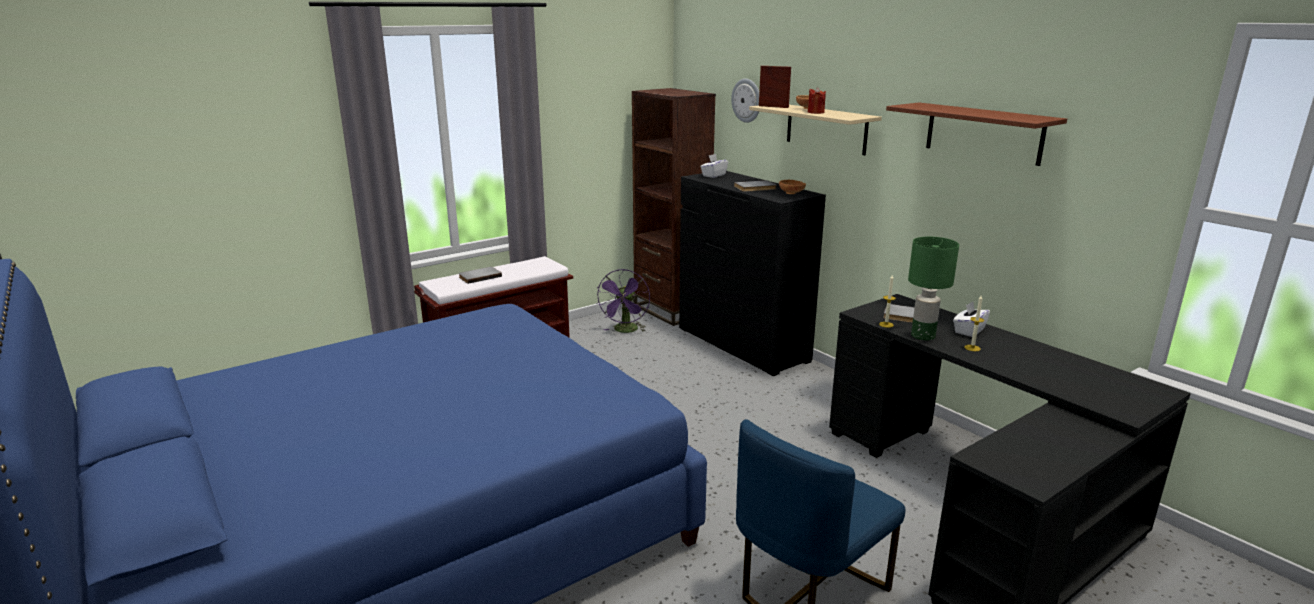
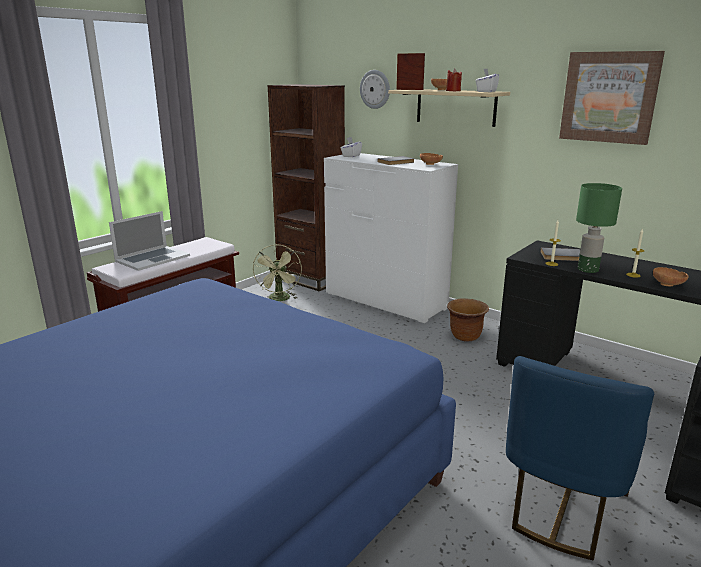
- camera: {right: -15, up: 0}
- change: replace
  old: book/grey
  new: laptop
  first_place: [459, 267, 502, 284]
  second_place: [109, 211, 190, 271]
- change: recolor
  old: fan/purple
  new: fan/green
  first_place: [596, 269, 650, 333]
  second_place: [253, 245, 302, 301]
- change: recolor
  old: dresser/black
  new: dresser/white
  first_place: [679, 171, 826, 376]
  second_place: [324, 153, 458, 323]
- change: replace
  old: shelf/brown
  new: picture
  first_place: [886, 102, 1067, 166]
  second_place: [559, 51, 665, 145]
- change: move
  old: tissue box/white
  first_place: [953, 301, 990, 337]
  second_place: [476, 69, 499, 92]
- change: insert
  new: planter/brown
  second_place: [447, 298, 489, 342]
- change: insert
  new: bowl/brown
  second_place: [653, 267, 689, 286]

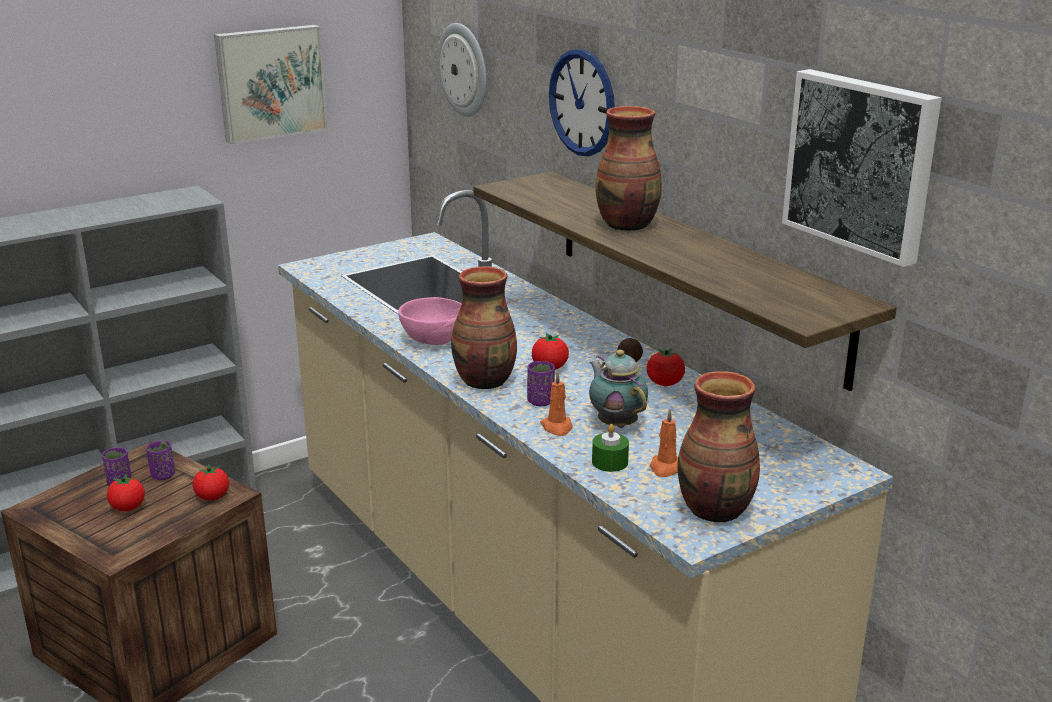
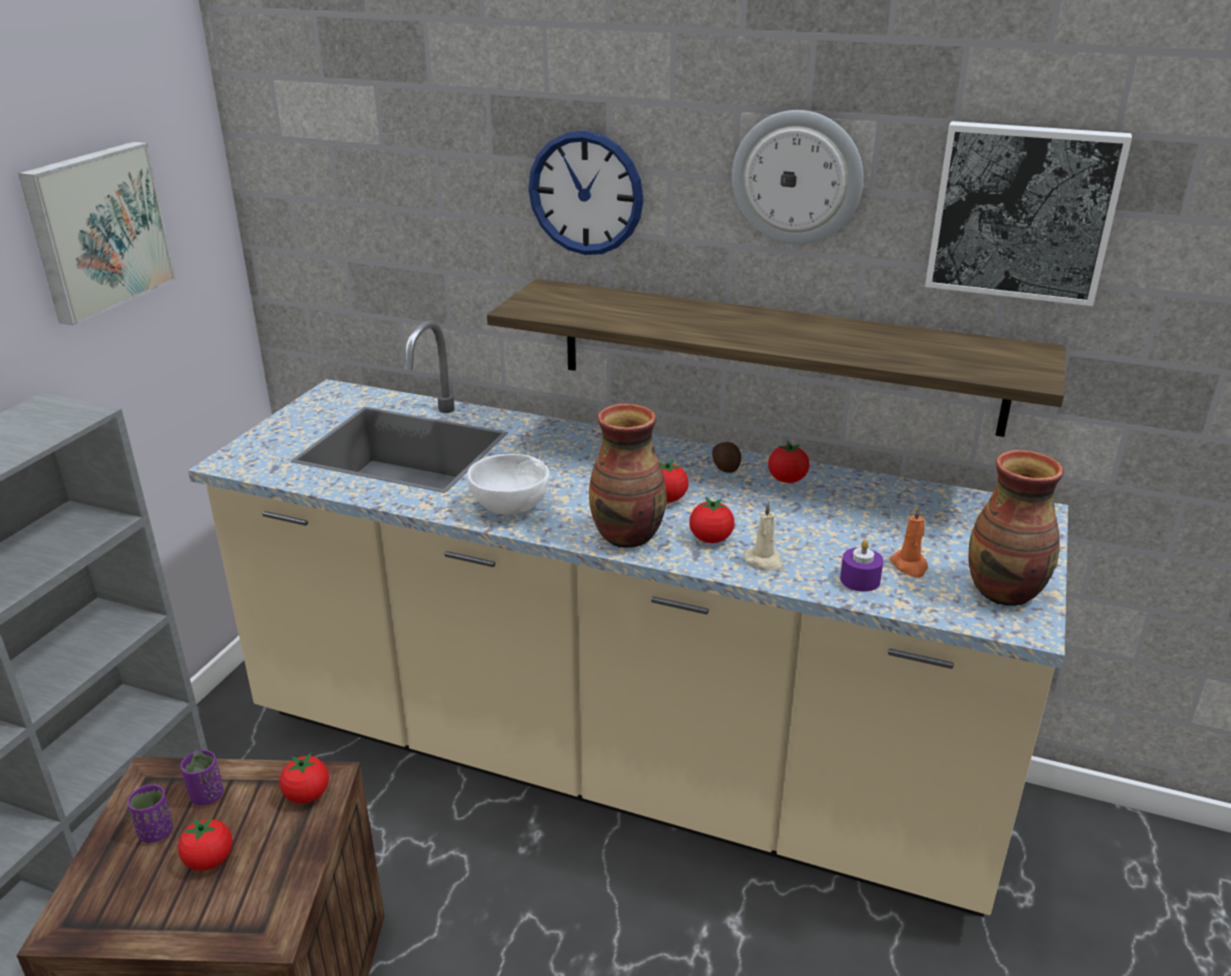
- camera: {right: -35, up: 5}
- change: recolor
  old: bowl/pink
  new: bowl/white
  first_place: [398, 297, 462, 345]
  second_place: [467, 454, 550, 515]
- change: move
  old: wall clock
  first_place: [437, 23, 487, 117]
  second_place: [732, 110, 864, 244]
- change: replace
  old: cup/purple
  new: tomato
  first_place: [527, 361, 555, 406]
  second_place: [689, 497, 734, 543]
- change: recolor
  old: candle/orange
  new: candle/beige
  first_place: [540, 372, 573, 436]
  second_place: [744, 501, 784, 570]
- change: delete
  old: teapot
  first_place: [589, 350, 648, 428]
- change: recolor
  old: candle/green
  new: candle/purple
  first_place: [592, 424, 629, 472]
  second_place: [840, 540, 884, 592]
- change: delete
  old: vase
  first_place: [595, 106, 662, 231]

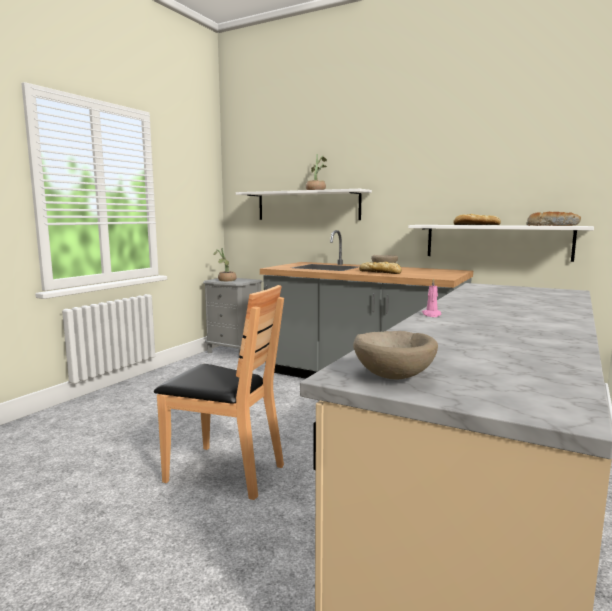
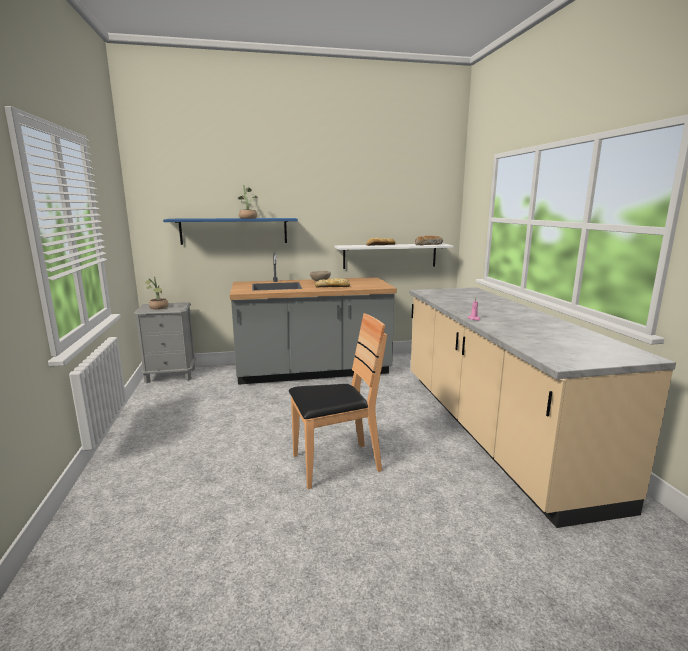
- camera: {right: -40, up: 5}
- change: recolor
  old: shelf/white
  new: shelf/blue
  first_place: [236, 189, 372, 220]
  second_place: [163, 218, 298, 245]
- change: delete
  old: bowl/beige
  first_place: [353, 331, 438, 380]

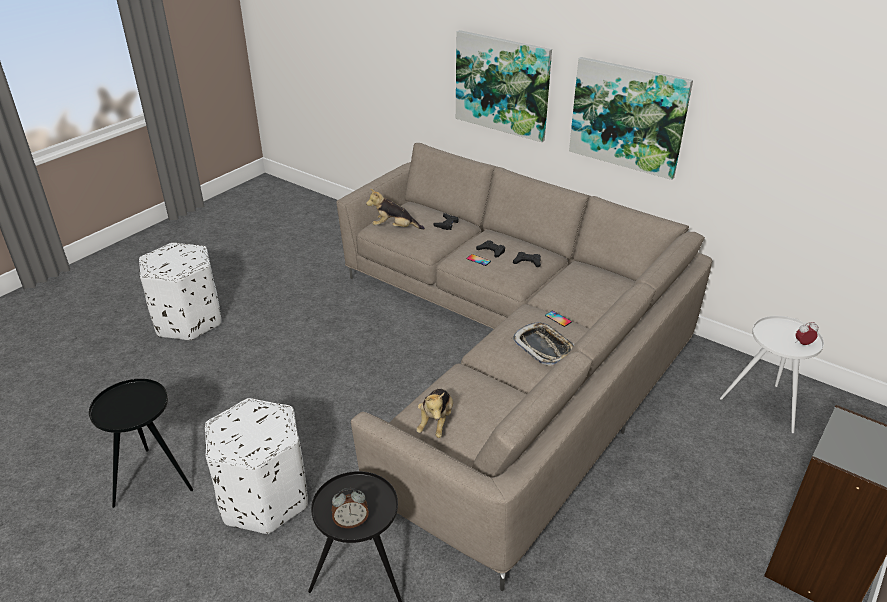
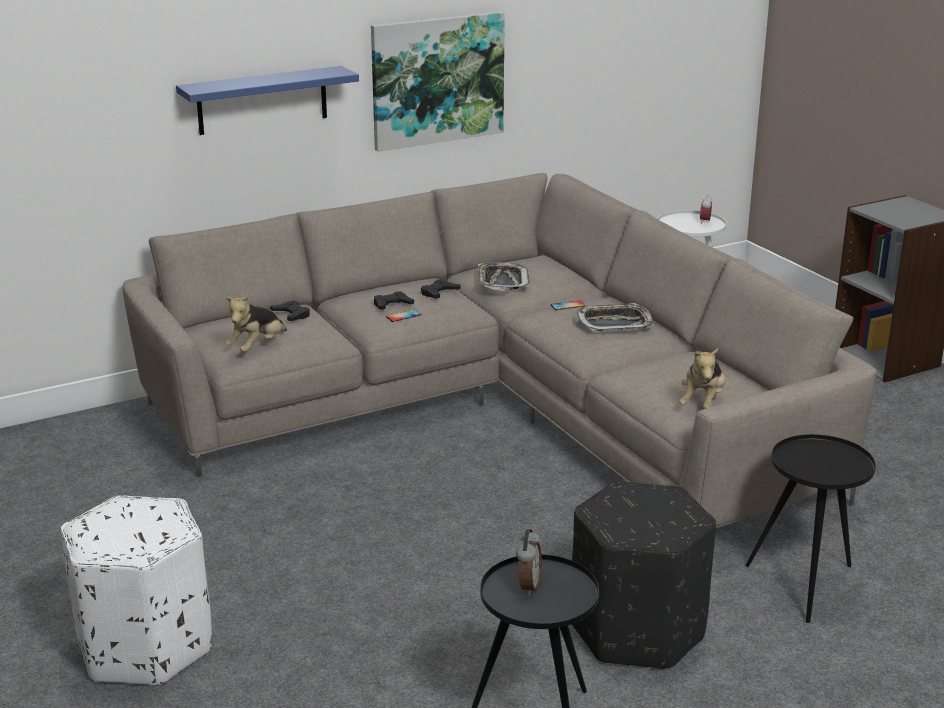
- camera: {right: -65, up: -10}
- change: recolor
  old: ottoman/white
  new: ottoman/black
  first_place: [205, 398, 308, 534]
  second_place: [572, 481, 716, 670]
- change: move
  old: alarm clock
  first_place: [332, 488, 369, 528]
  second_place: [516, 529, 542, 595]
- change: rotate
  old: plush toy
  first_place: [416, 389, 453, 438]
  second_place: [679, 348, 726, 409]
  degrees: 75
- change: replace
  old: picture
  new: shelf/blue
  first_place: [456, 30, 552, 142]
  second_place: [176, 66, 359, 135]
- change: insert
  new: tray
  second_place: [478, 262, 530, 291]

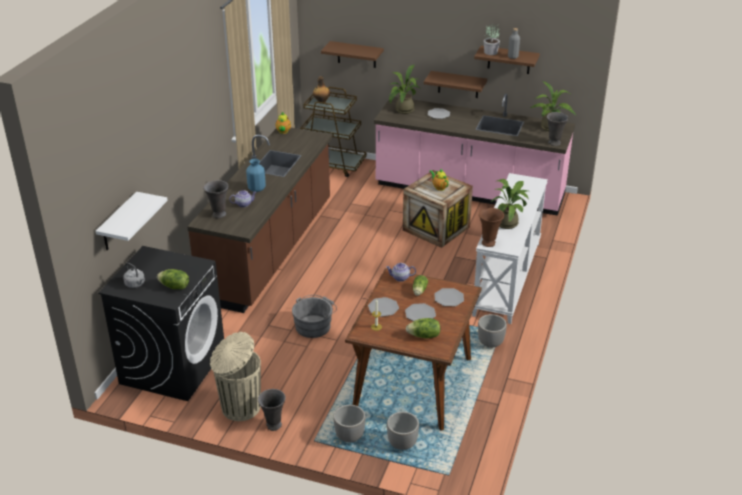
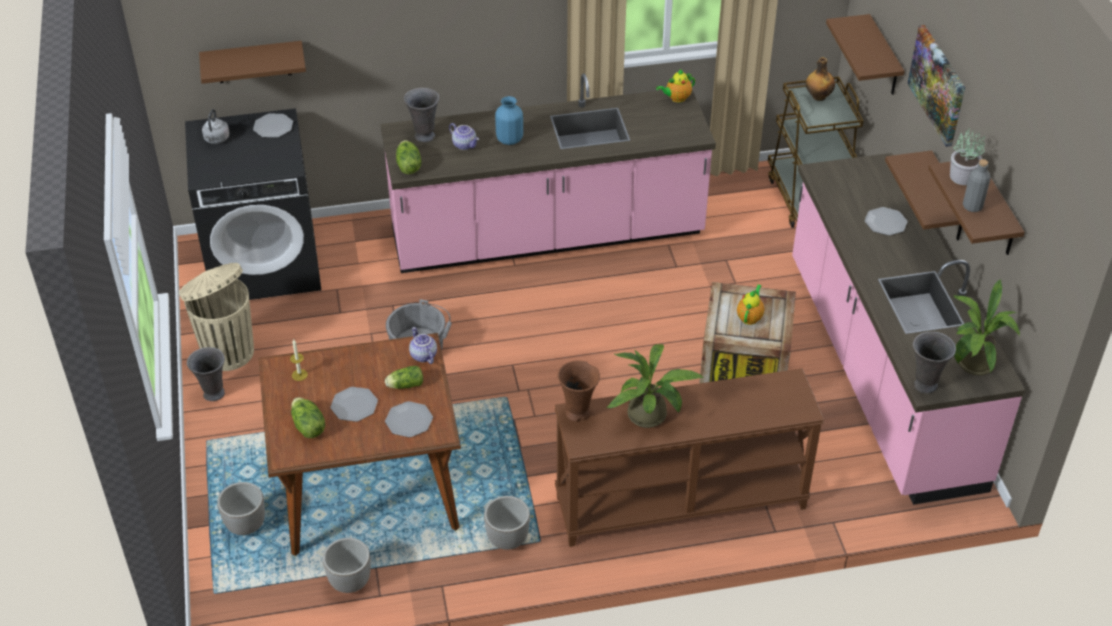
- camera: {right: 60, up: 10}
- change: recolor
  old: shelf/white
  new: shelf/brown
  first_place: [96, 192, 168, 250]
  second_place: [199, 41, 306, 84]
- change: move
  old: lettuce
  first_place: [157, 269, 189, 289]
  second_place: [396, 140, 421, 174]
- change: recolor
  old: counter/brown
  new: counter/pink
  first_place: [187, 128, 332, 313]
  second_place: [380, 73, 716, 273]
- change: move
  old: planter
  first_place: [333, 405, 366, 442]
  second_place: [323, 538, 371, 593]
- change: move
  old: plate
  first_place: [368, 297, 399, 317]
  second_place: [253, 114, 293, 138]
- change: delete
  old: potted plant
  first_place: [389, 64, 420, 114]
- change: recolor
  old: console table/white
  new: console table/brown
  first_place: [472, 173, 548, 324]
  second_place: [555, 368, 824, 547]
- change: insert
  new: picture
  second_place: [908, 25, 965, 147]

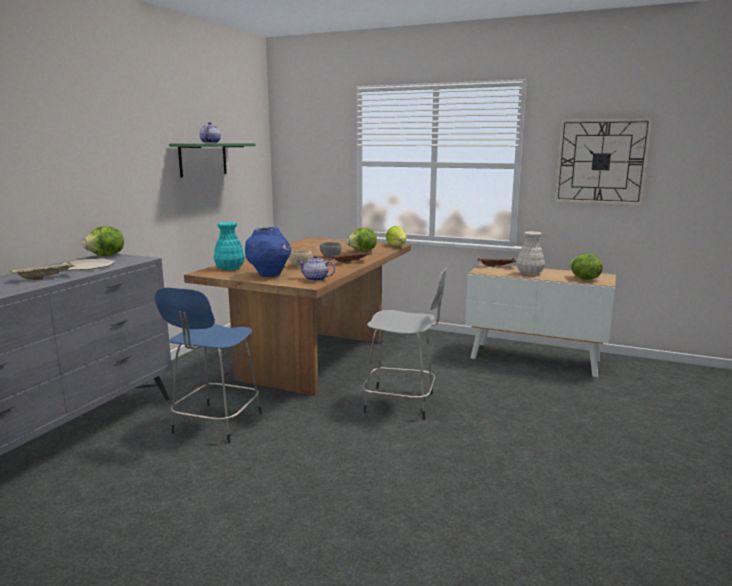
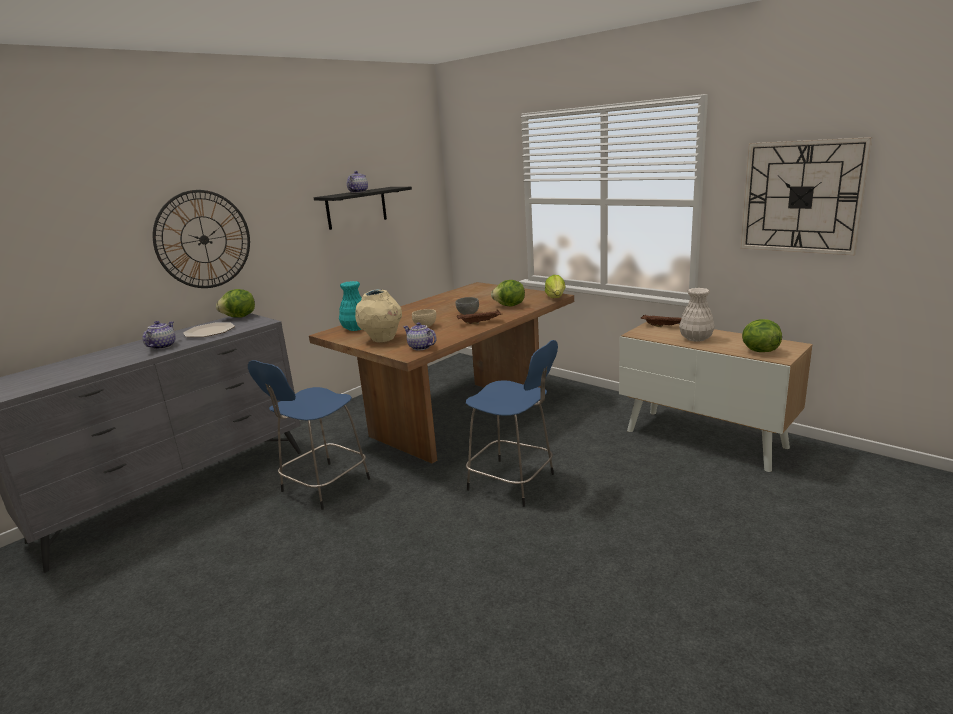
- camera: {right: 20, up: 5}
- change: replace
  old: tray/beige
  new: teapot
  first_place: [10, 261, 75, 280]
  second_place: [142, 321, 176, 350]
- change: recolor
  old: shelf/green
  new: shelf/black
  first_place: [169, 143, 255, 177]
  second_place: [314, 187, 412, 230]
- change: recolor
  old: vase/blue
  new: vase/beige
  first_place: [245, 227, 291, 277]
  second_place: [355, 289, 402, 342]
- change: recolor
  old: stool/grey
  new: stool/blue
  first_place: [362, 267, 446, 420]
  second_place: [466, 340, 558, 507]
- change: insert
  new: wall clock
  second_place: [153, 190, 250, 288]

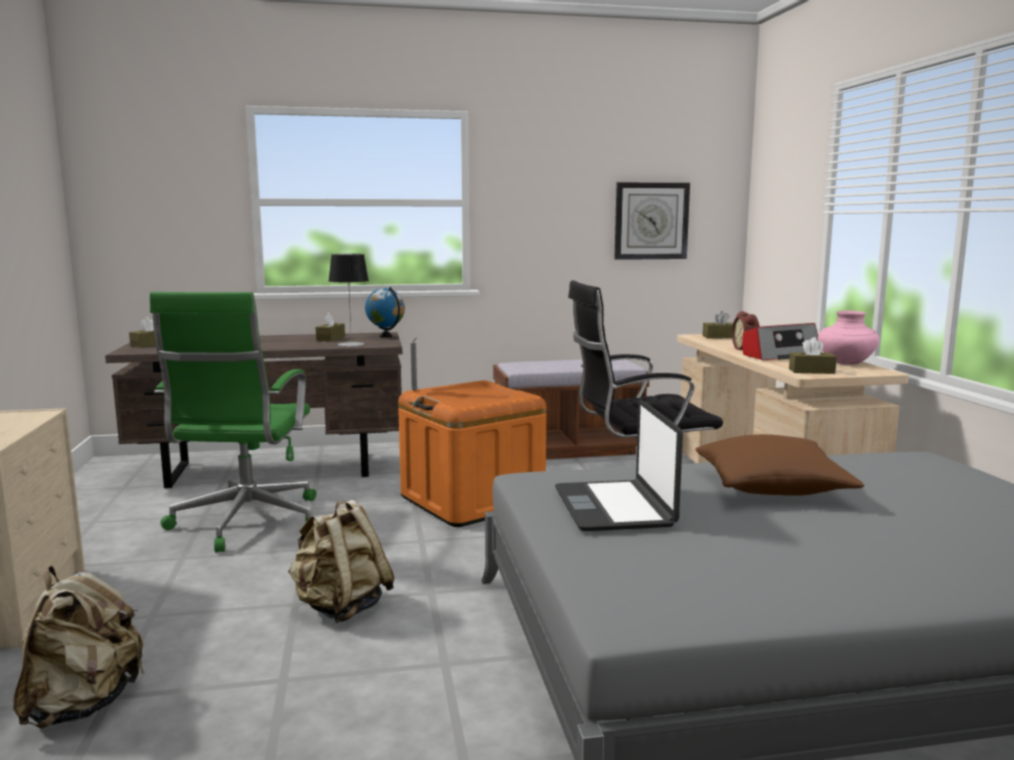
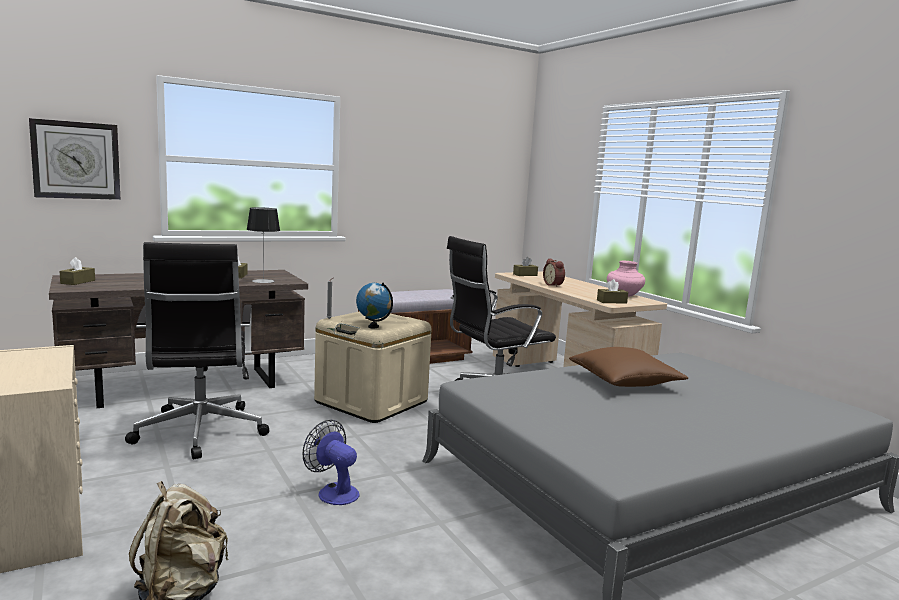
- camera: {right: -20, up: 0}
- change: recolor
  old: office chair/green
  new: office chair/black
  first_place: [150, 292, 316, 553]
  second_place: [125, 242, 269, 460]
- change: replace
  old: backpack/beige
  new: fan
  first_place: [288, 500, 395, 623]
  second_place: [302, 420, 359, 505]
- change: move
  old: globe
  first_place: [365, 287, 405, 338]
  second_place: [356, 282, 393, 328]
- change: recolor
  old: storage box/orange
  new: storage box/beige
  first_place: [398, 380, 546, 527]
  second_place: [314, 311, 432, 423]
- change: delete
  old: laptop
  first_place: [555, 400, 683, 531]
- change: move
  old: wall clock
  first_place: [614, 182, 690, 260]
  second_place: [29, 118, 121, 200]
- change: delete
  old: radio
  first_place: [742, 323, 822, 360]

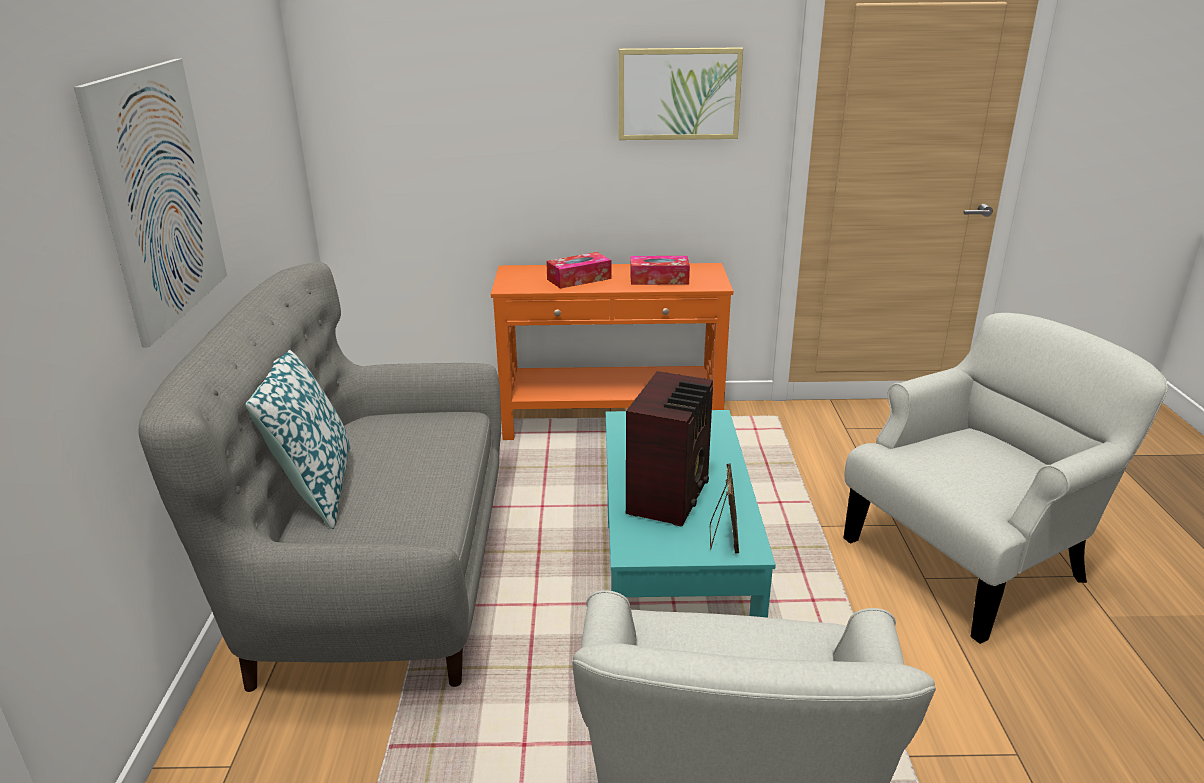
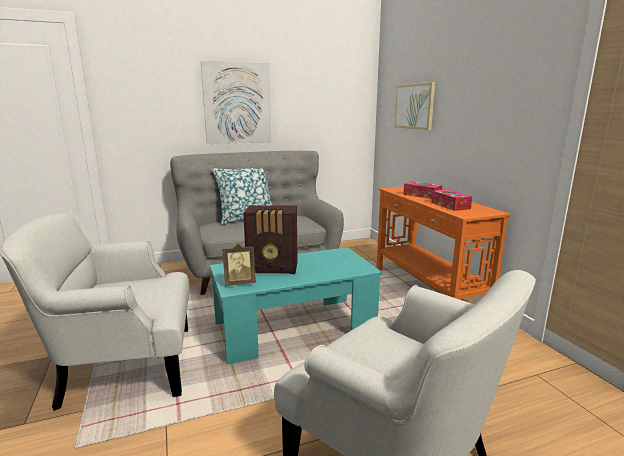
- camera: {right: 70, up: -10}
- change: move
  old: picture
  first_place: [619, 47, 743, 140]
  second_place: [394, 82, 435, 130]

